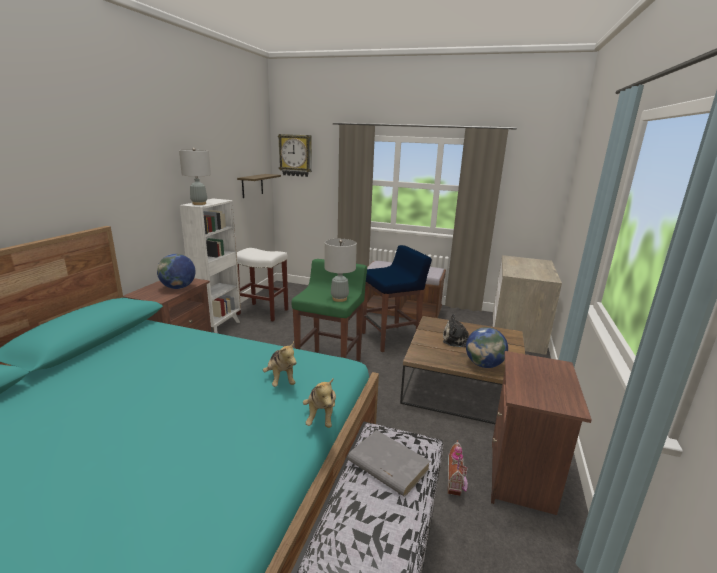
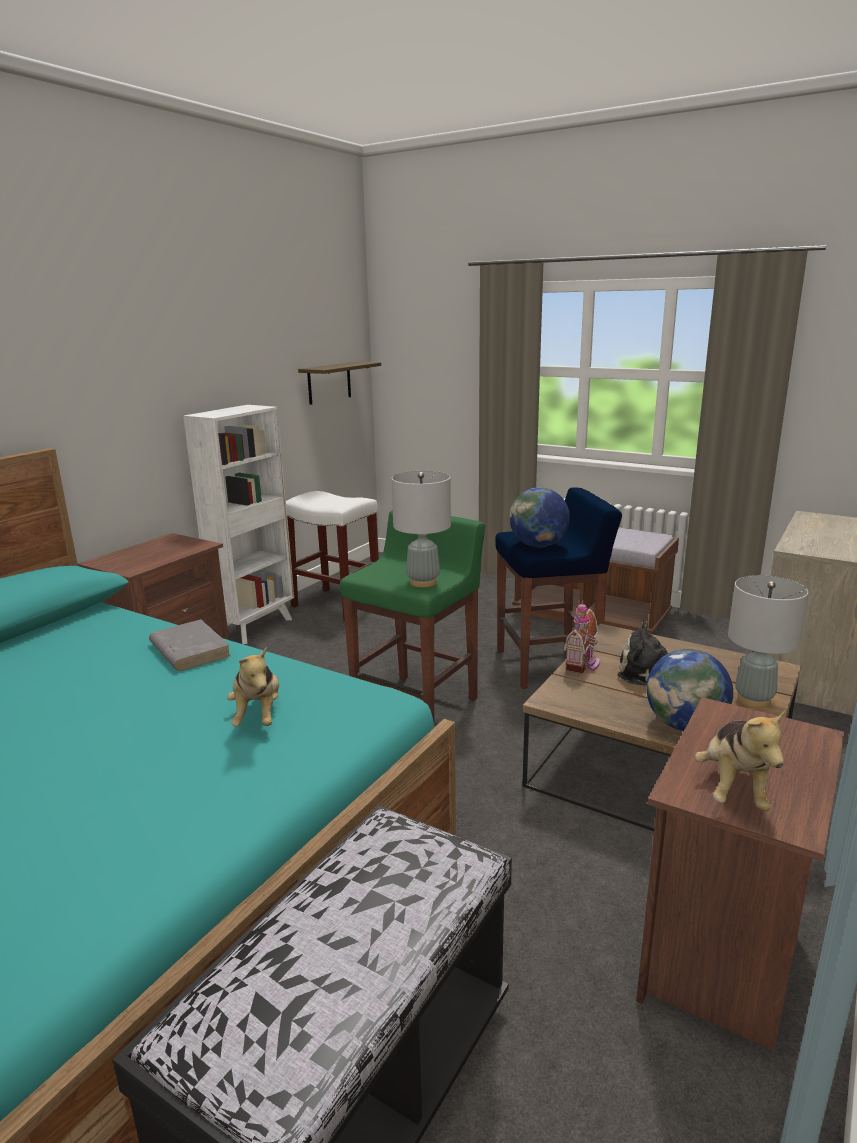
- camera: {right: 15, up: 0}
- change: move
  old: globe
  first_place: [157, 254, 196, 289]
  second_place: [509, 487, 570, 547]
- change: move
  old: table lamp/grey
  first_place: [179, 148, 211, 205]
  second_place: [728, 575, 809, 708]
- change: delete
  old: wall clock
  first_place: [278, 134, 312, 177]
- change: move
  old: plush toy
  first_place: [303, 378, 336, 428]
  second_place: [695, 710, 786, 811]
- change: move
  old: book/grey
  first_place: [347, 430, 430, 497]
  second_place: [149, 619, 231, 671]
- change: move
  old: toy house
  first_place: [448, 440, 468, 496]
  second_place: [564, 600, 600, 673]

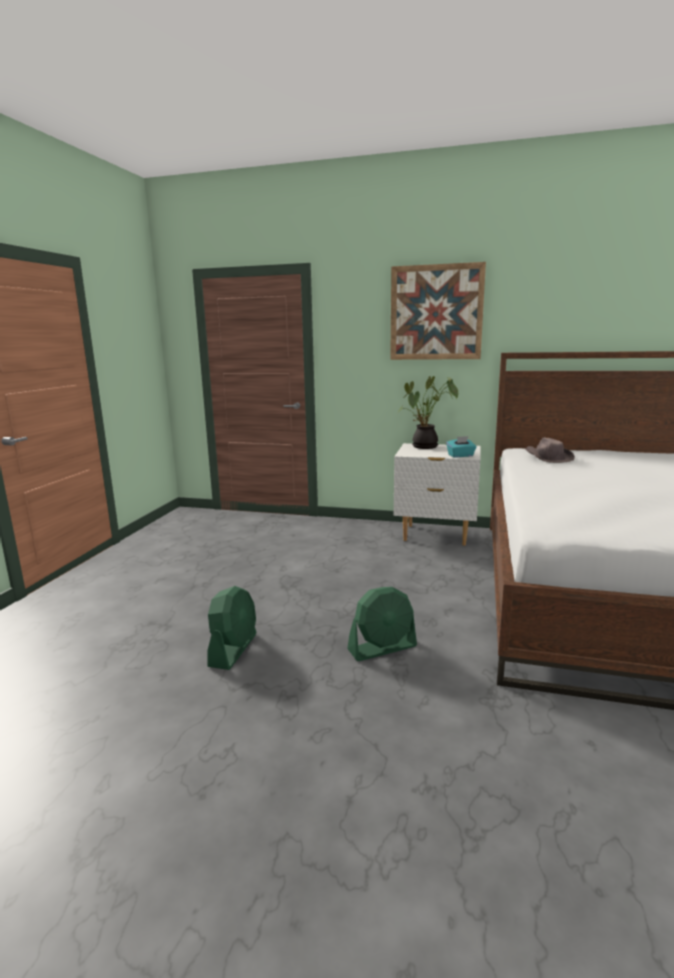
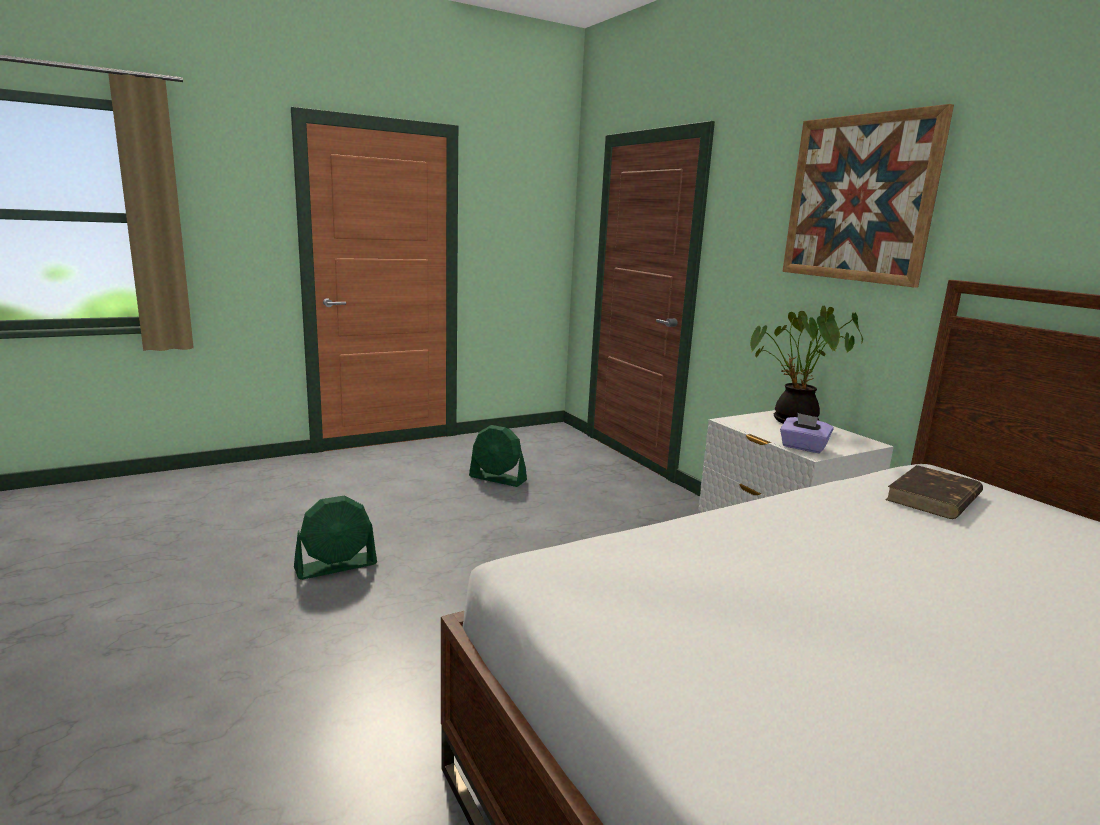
- camera: {right: 45, up: 0}
- change: move
  old: fan/green
  first_place: [347, 587, 417, 661]
  second_place: [469, 425, 527, 487]
- change: recolor
  old: tissue box/turquoise
  new: tissue box/purple
  first_place: [446, 436, 476, 458]
  second_place: [780, 413, 834, 454]
- change: replace
  old: hat/brown
  new: book/brown
  first_place: [526, 437, 575, 463]
  second_place: [885, 465, 983, 519]

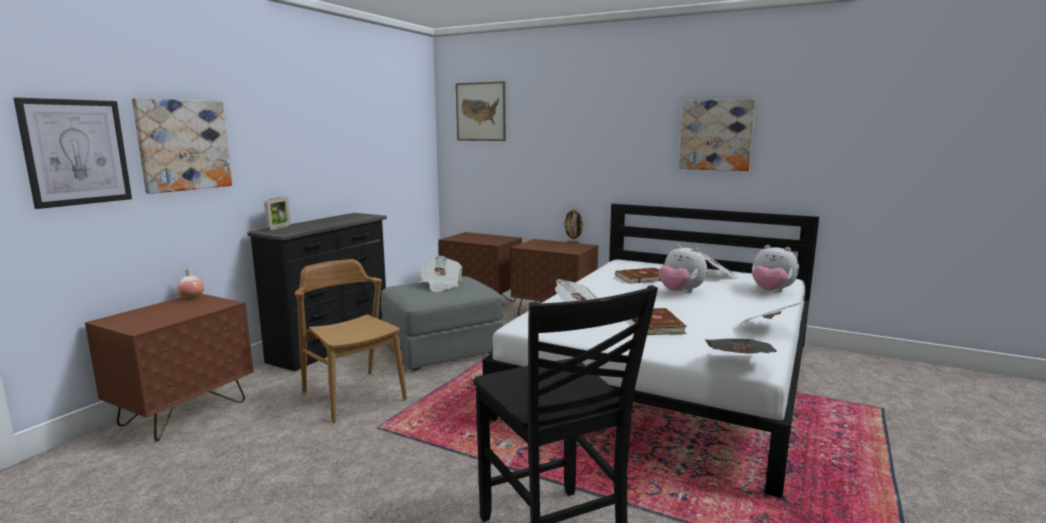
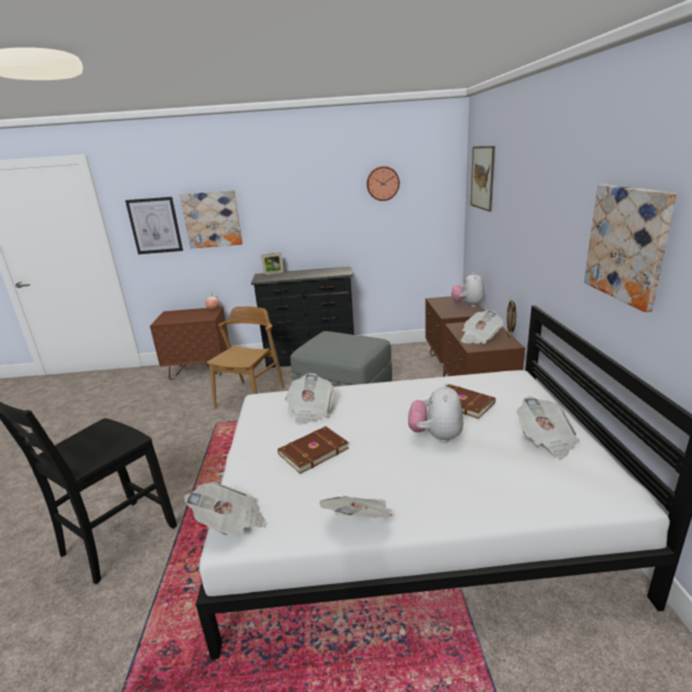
- camera: {right: 60, up: 10}
- change: move
  old: newspaper
  first_place: [419, 256, 462, 292]
  second_place: [461, 310, 503, 344]
- change: move
  old: plush toy
  first_place: [752, 245, 799, 292]
  second_place: [451, 272, 485, 307]
- change: insert
  new: wall clock
  second_place: [367, 166, 400, 201]

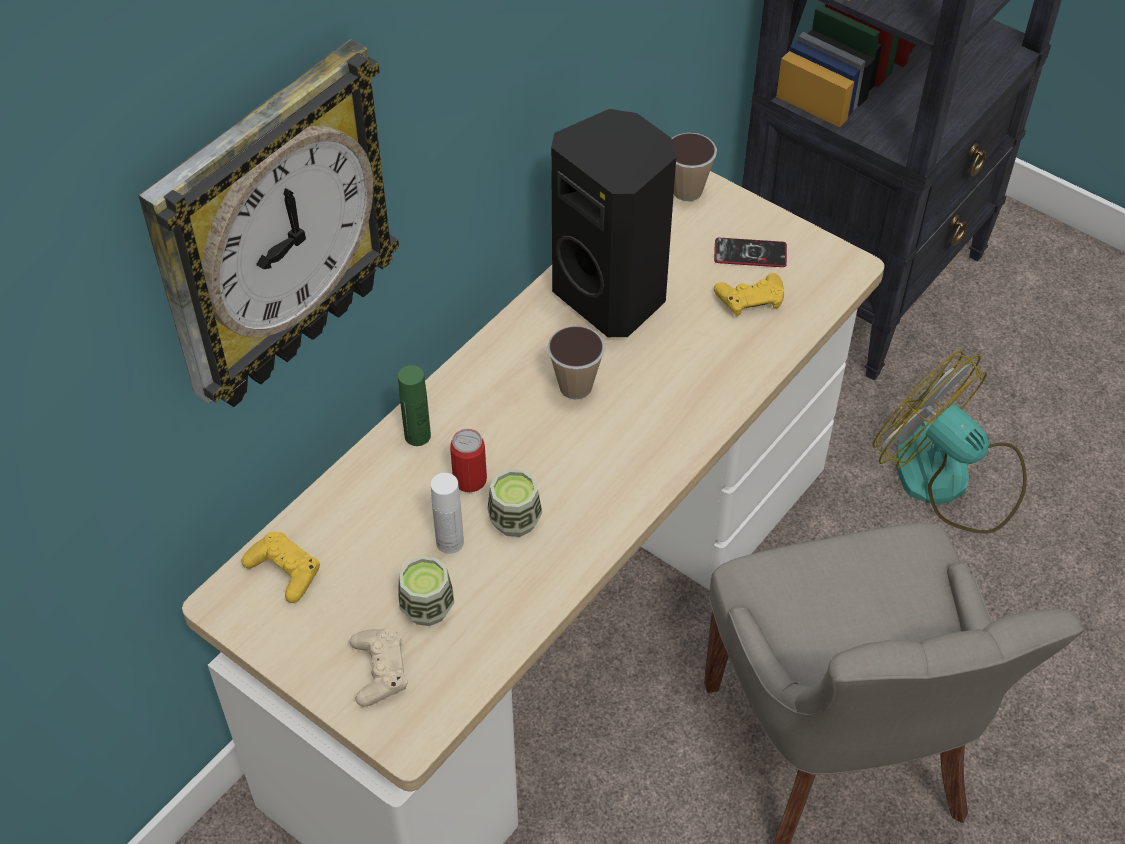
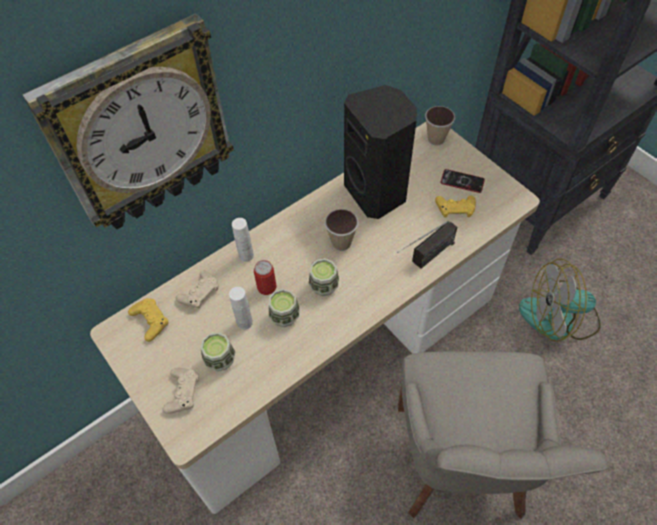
- camera: {right: 15, up: 5}
- change: recolor
  old: bottle/green
  new: bottle/white
  first_place: [398, 365, 431, 446]
  second_place: [232, 218, 254, 262]
- change: rotate
  old: fan
  first_place: [872, 350, 1027, 534]
  second_place: [519, 259, 601, 342]
  degrees: -60
- change: insert
  new: game controller/beige
  second_place: [176, 270, 219, 309]
- change: insert
  new: cup
  second_place: [309, 258, 339, 296]
- change: insert
  new: radio
  second_place: [397, 221, 457, 269]

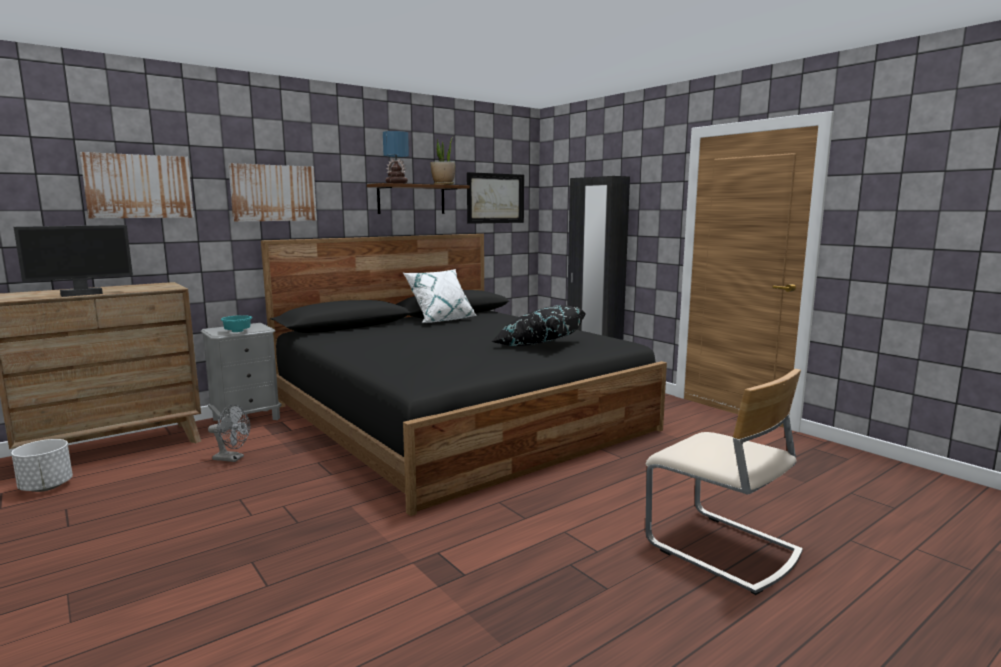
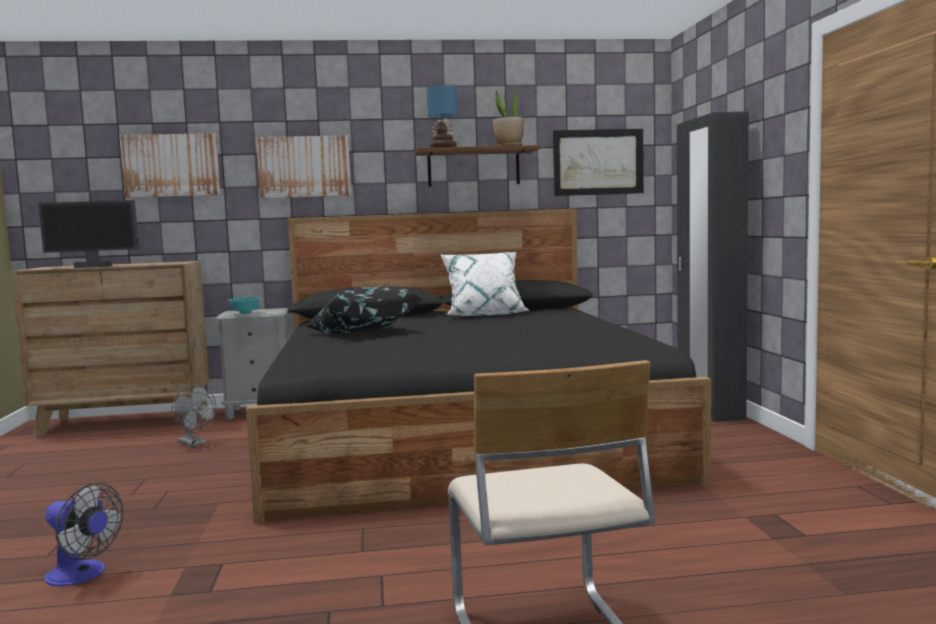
- camera: {right: 30, up: -5}
- change: delete
  old: planter/white
  first_place: [11, 439, 73, 492]
- change: move
  old: pillow/black
  first_place: [491, 305, 585, 346]
  second_place: [305, 286, 423, 334]
- change: insert
  new: fan
  second_place: [44, 483, 123, 586]

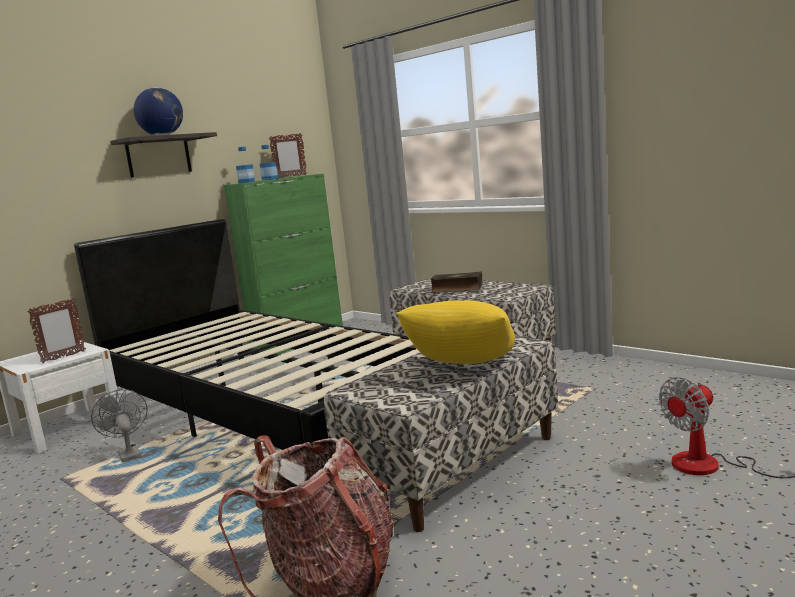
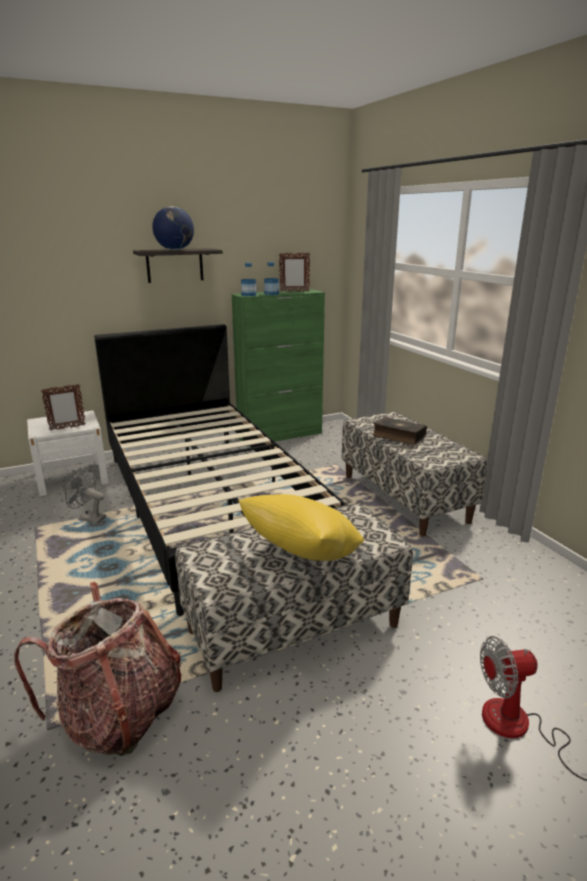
- camera: {right: 20, up: 10}
- change: rotate
  old: fan/grey
  first_place: [91, 389, 148, 463]
  second_place: [65, 469, 107, 524]
  degrees: -60

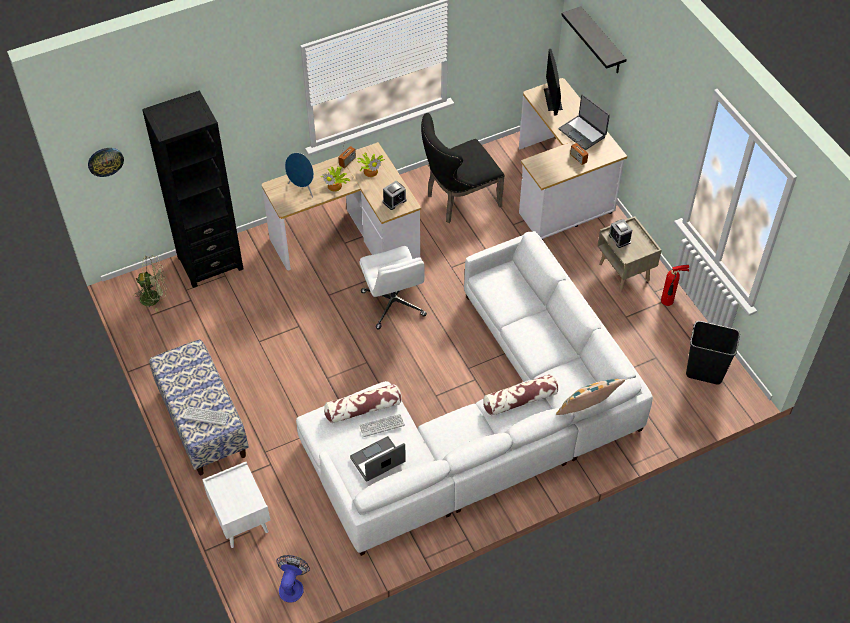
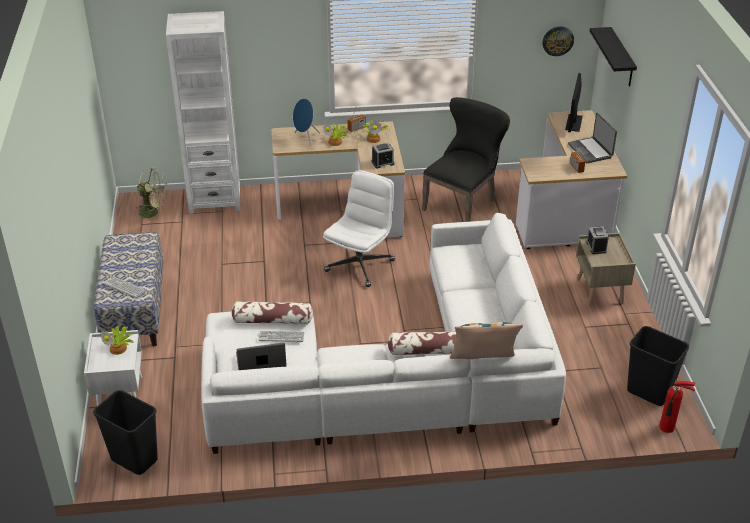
- camera: {right: 20, up: -15}
- change: move
  old: wall clock
  first_place: [88, 148, 124, 177]
  second_place: [542, 26, 574, 56]
- change: recolor
  old: bookcase/black
  new: bookcase/white
  first_place: [142, 90, 243, 288]
  second_place: [166, 11, 241, 214]
- change: replace
  old: fan
  new: trash can/black
  first_place: [276, 555, 310, 603]
  second_place: [93, 390, 158, 475]
- change: rotate
  old: office chair/white
  first_place: [359, 246, 427, 329]
  second_place: [323, 170, 395, 287]
  degrees: -150
- change: rotate
  old: chair/black
  first_place: [421, 113, 505, 223]
  second_place: [422, 97, 510, 222]
  degrees: 135
- change: move
  old: fire extinguisher
  first_place: [661, 265, 689, 306]
  second_place: [660, 381, 695, 433]
- change: insert
  new: potted plant
  second_place: [100, 326, 133, 355]

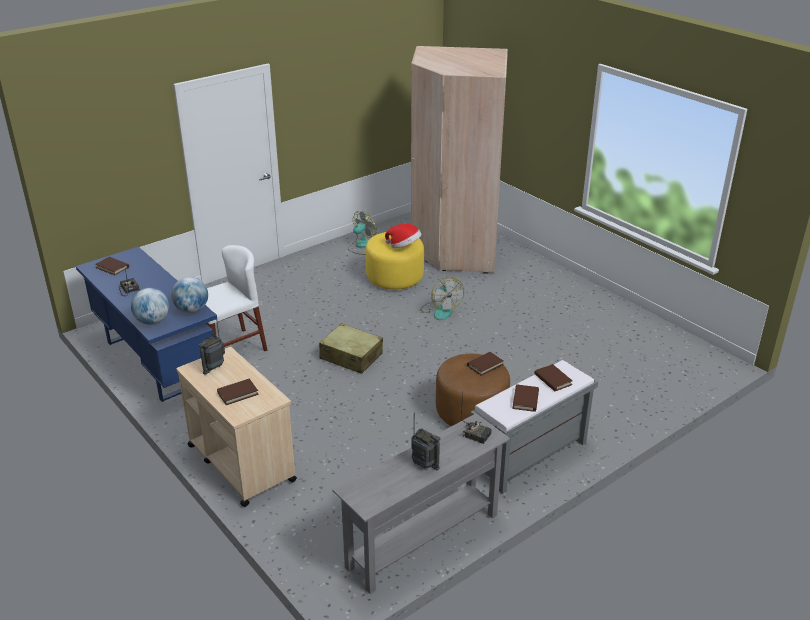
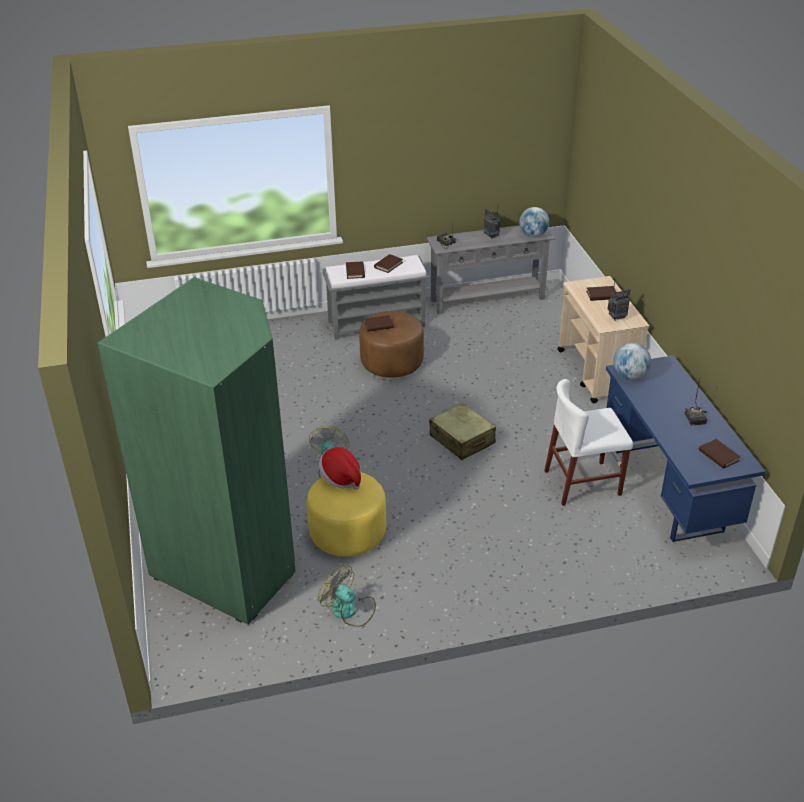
- camera: {right: -155, up: 5}
- change: move
  old: globe
  first_place: [131, 288, 169, 325]
  second_place: [519, 207, 549, 237]
- change: rotate
  old: fan
  first_place: [348, 211, 377, 255]
  second_place: [318, 566, 376, 627]
  degrees: 60
- change: recolor
  old: wardrobe/beige
  new: wardrobe/green
  first_place: [411, 46, 508, 274]
  second_place: [98, 277, 296, 624]

